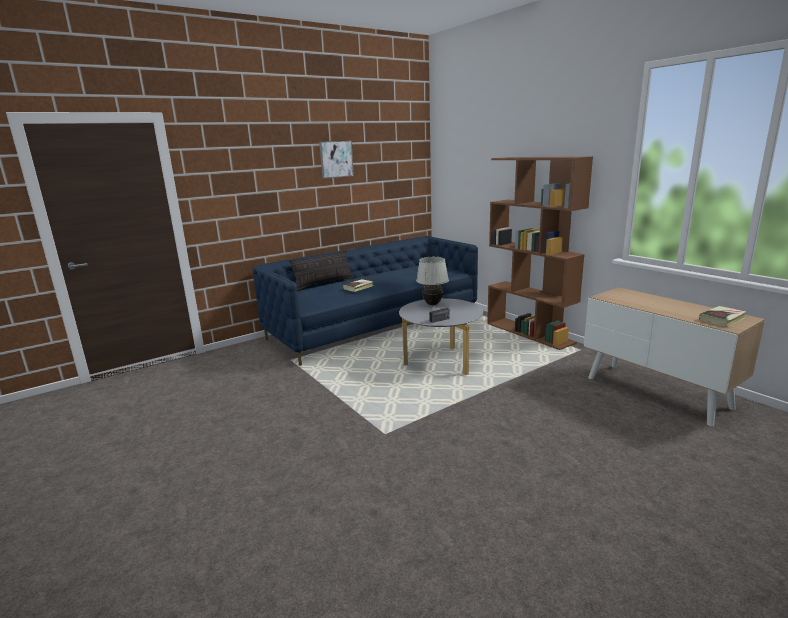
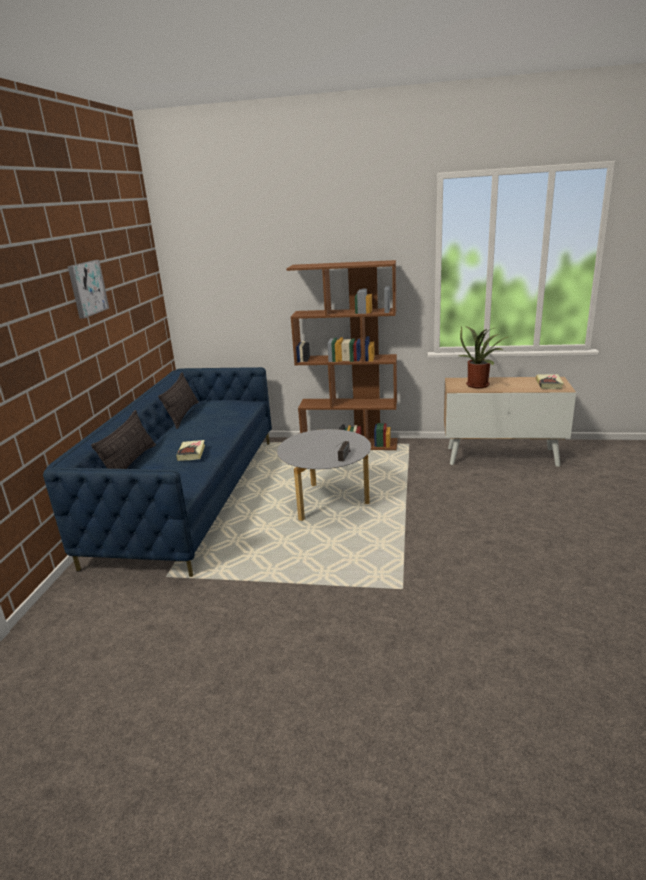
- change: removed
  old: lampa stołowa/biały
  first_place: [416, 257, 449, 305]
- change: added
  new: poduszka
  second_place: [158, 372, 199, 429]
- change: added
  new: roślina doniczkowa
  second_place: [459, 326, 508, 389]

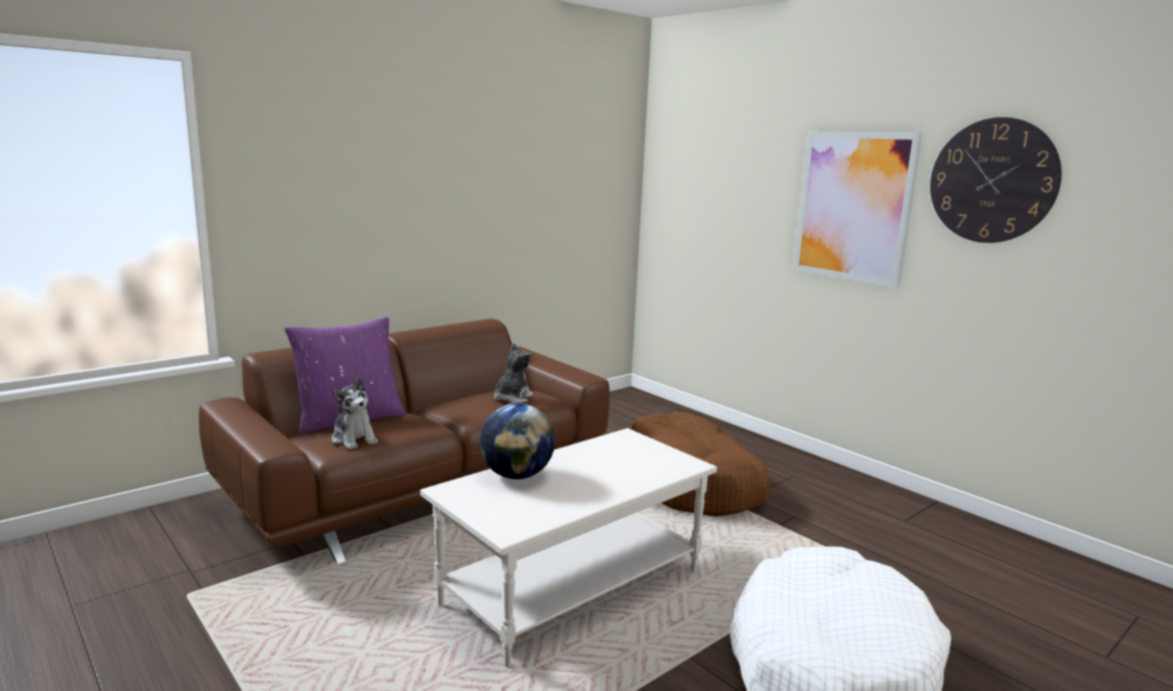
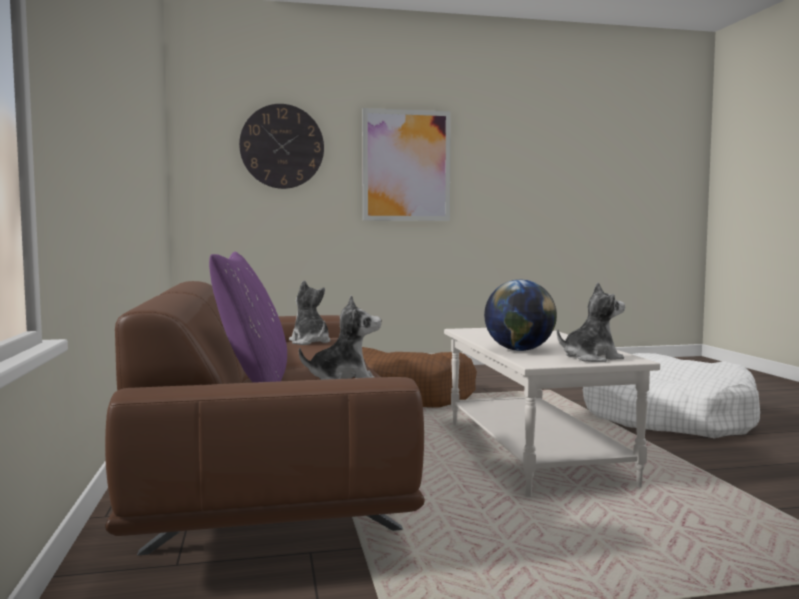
- change: added
  new: pluszak
  second_place: [557, 282, 625, 362]
- change: moved
  old: zegar ścienny
  first_place: [930, 117, 1062, 243]
  second_place: [239, 104, 324, 189]

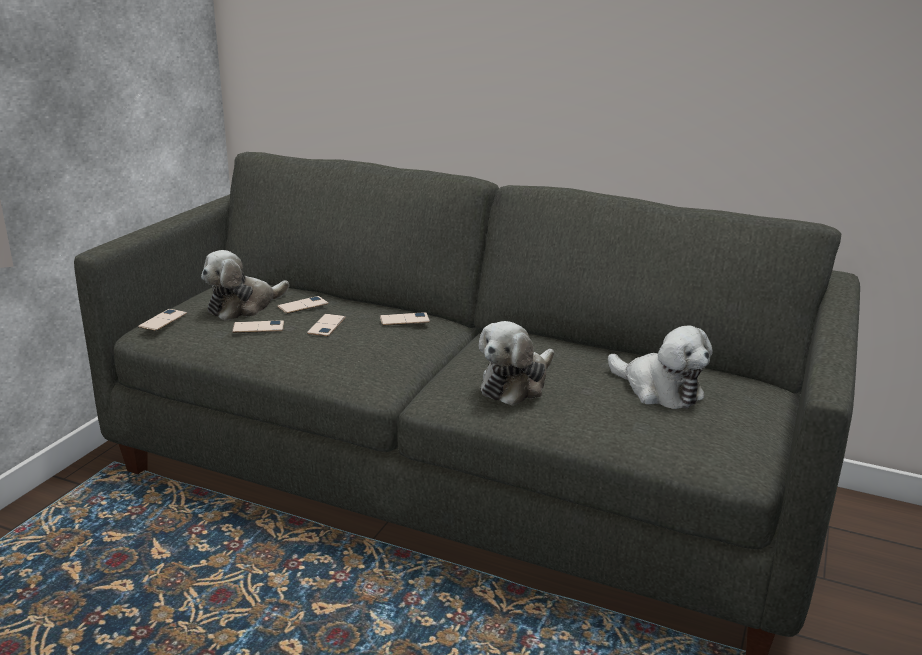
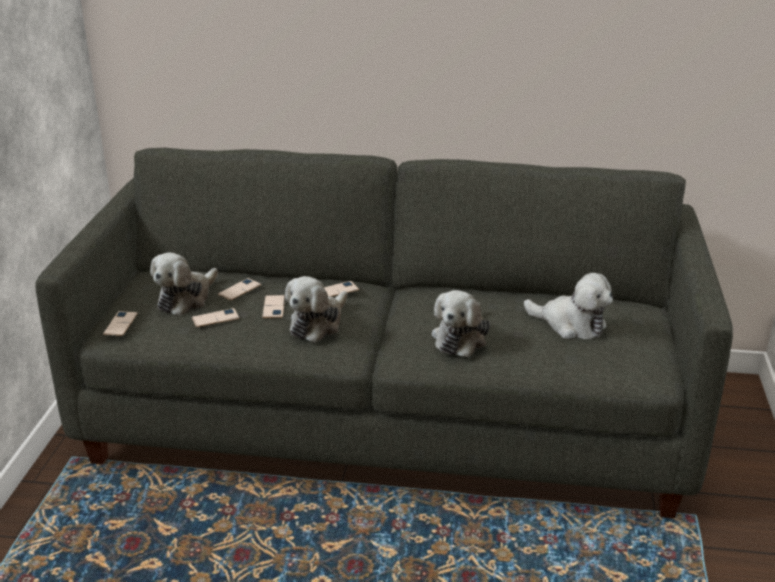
- change: added
  new: pluszak
  second_place: [285, 276, 347, 342]

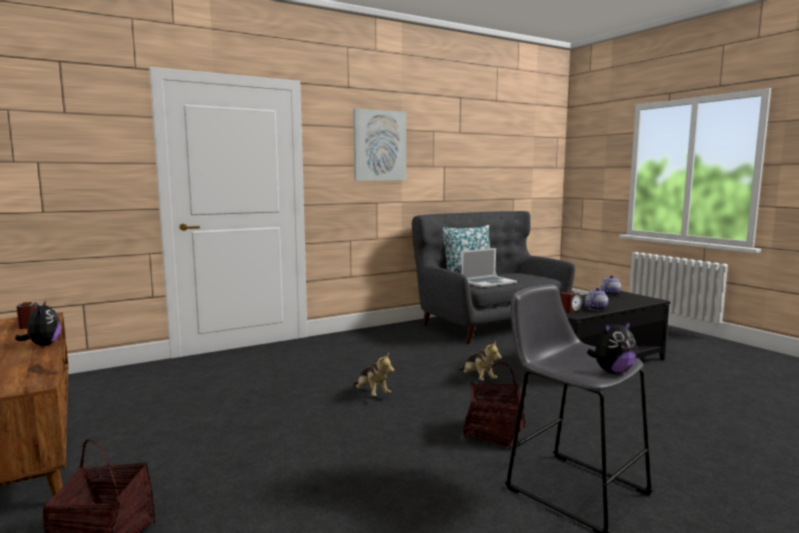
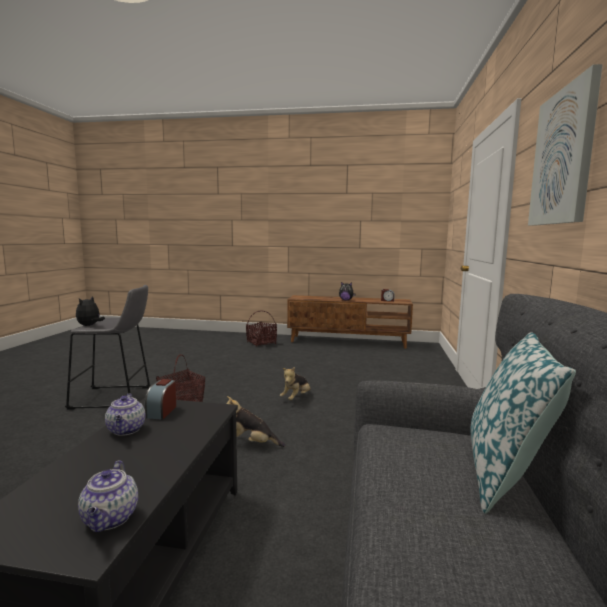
- change: removed
  old: laptop
  first_place: [460, 248, 517, 287]
- change: turned
  old: pluszak
  first_place: [353, 353, 394, 396]
  second_place: [280, 367, 311, 400]
  degrees: -60

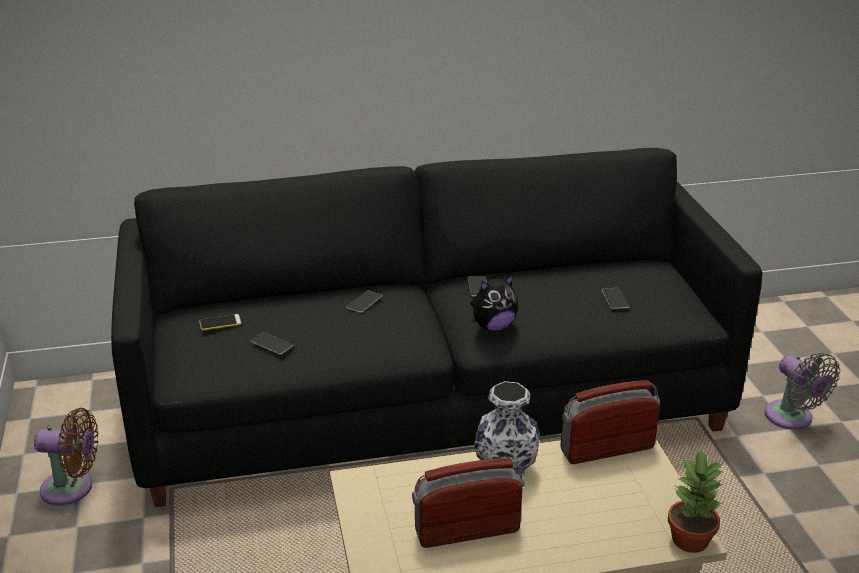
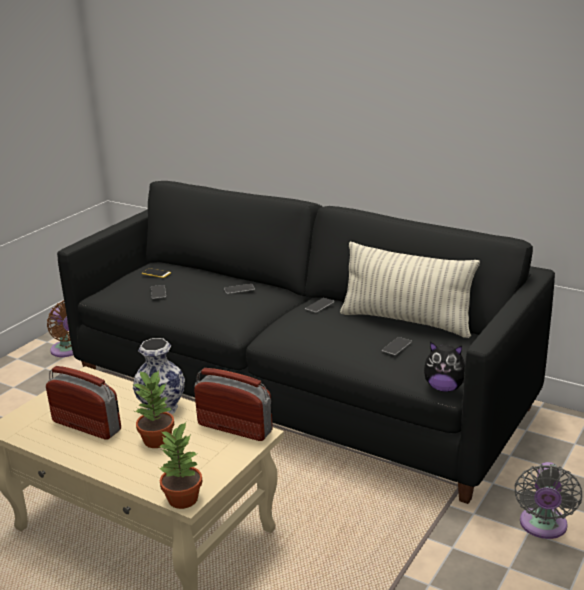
- change: added
  new: roślina doniczkowa
  second_place: [132, 370, 174, 448]
- change: added
  new: poduszka
  second_place: [340, 242, 480, 338]
- change: moved
  old: pluszak
  first_place: [470, 274, 518, 331]
  second_place: [424, 342, 465, 392]

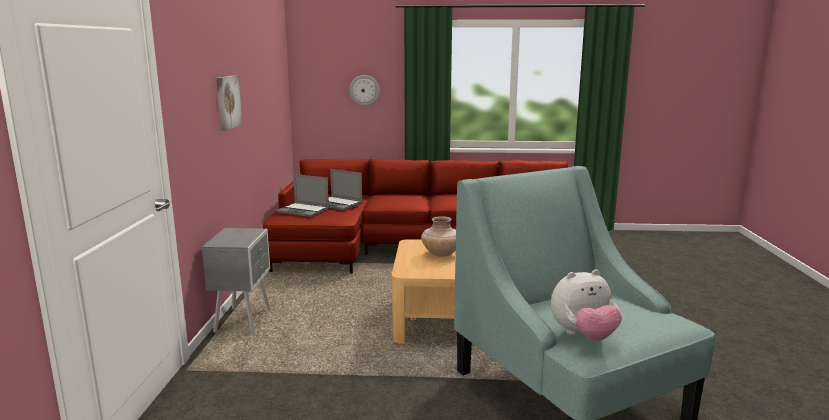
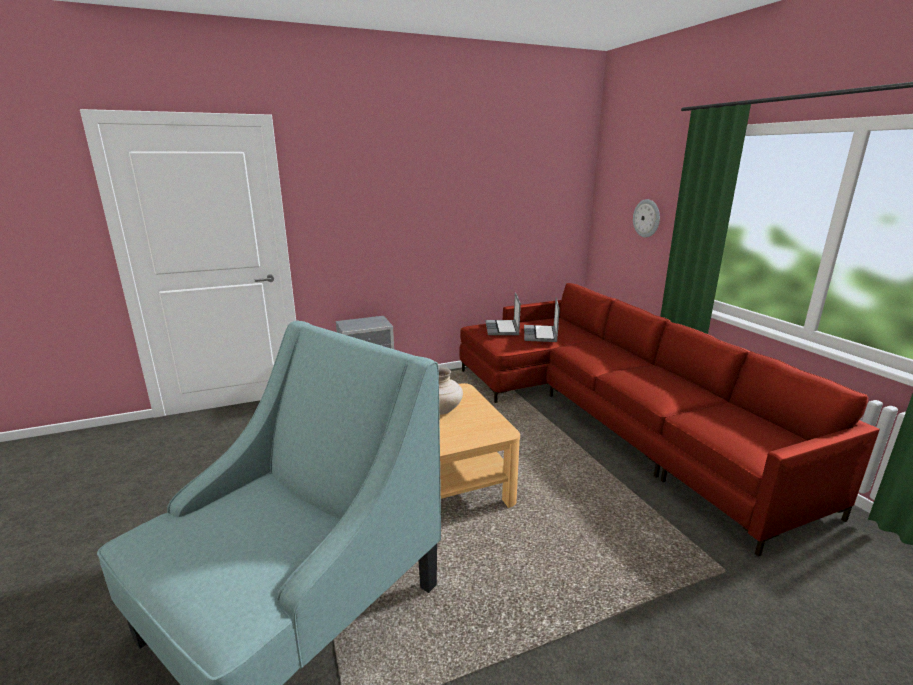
- change: removed
  old: obraz
  first_place: [216, 75, 242, 131]
- change: removed
  old: pluszak
  first_place: [551, 269, 622, 341]

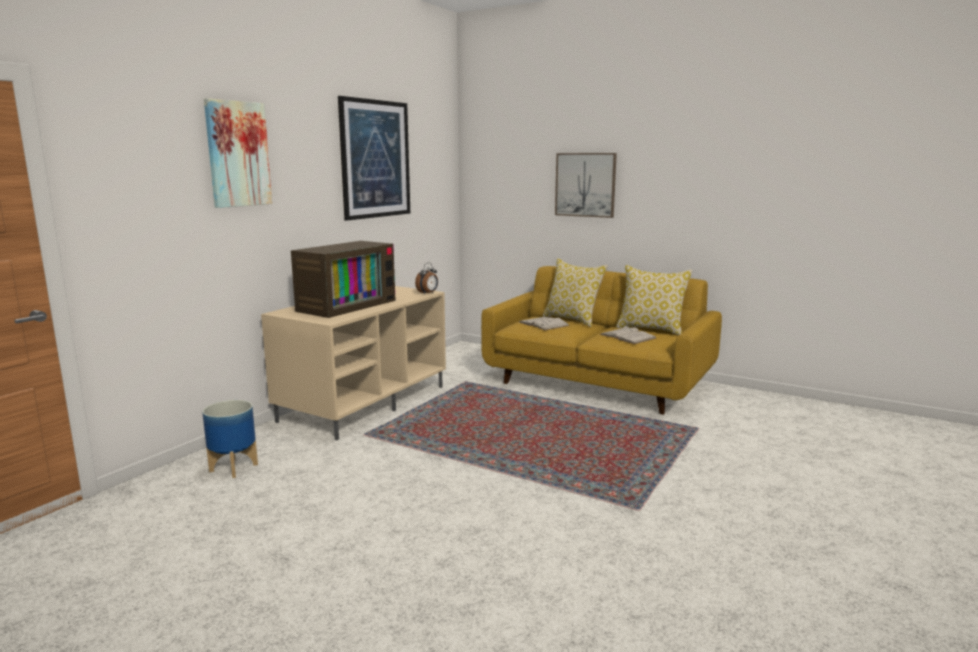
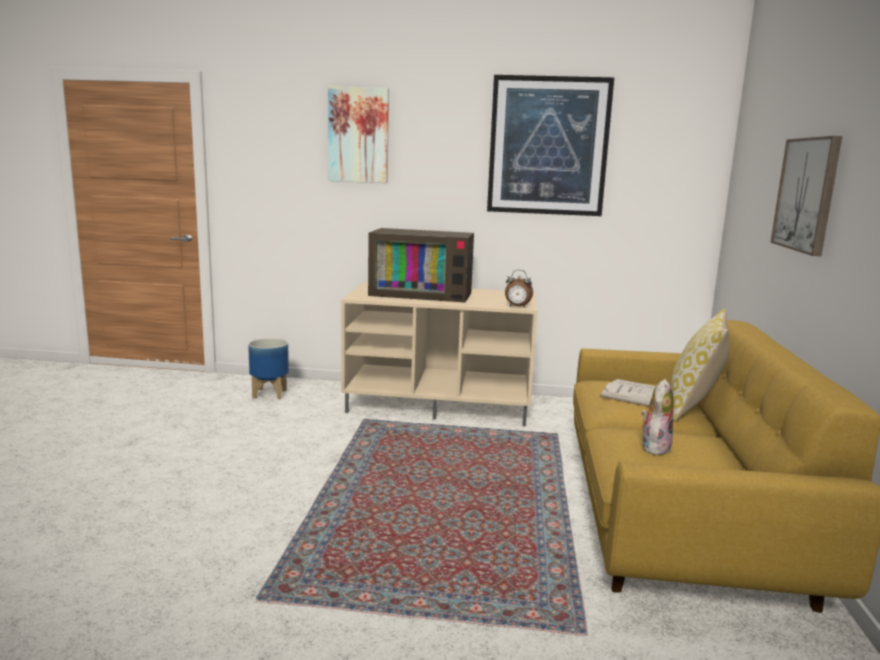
- change: removed
  old: poduszka
  first_place: [616, 265, 692, 335]
- change: replaced
  old: książka/biały
  new: pluszak
  first_place: [600, 326, 656, 344]
  second_place: [642, 379, 674, 455]

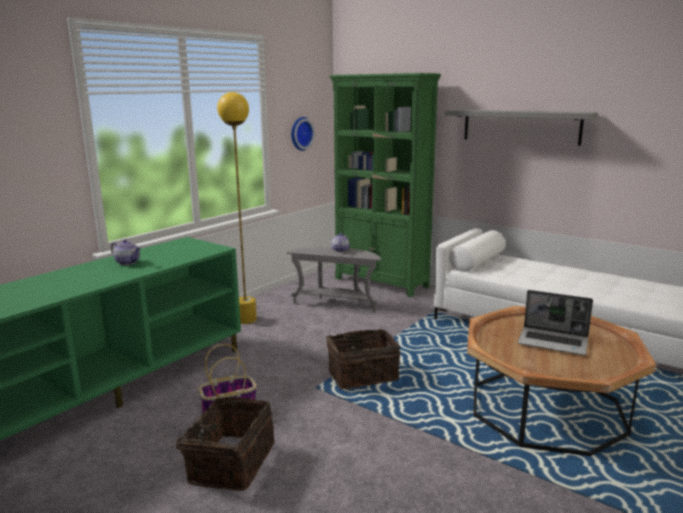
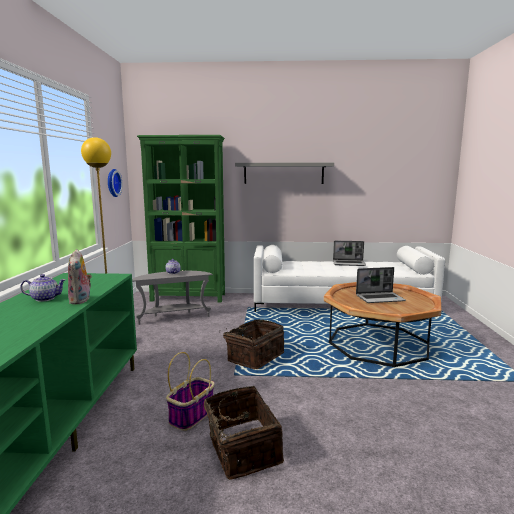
- change: added
  new: pluszak
  second_place: [68, 249, 92, 304]
- change: added
  new: laptop
  second_place: [333, 241, 366, 266]

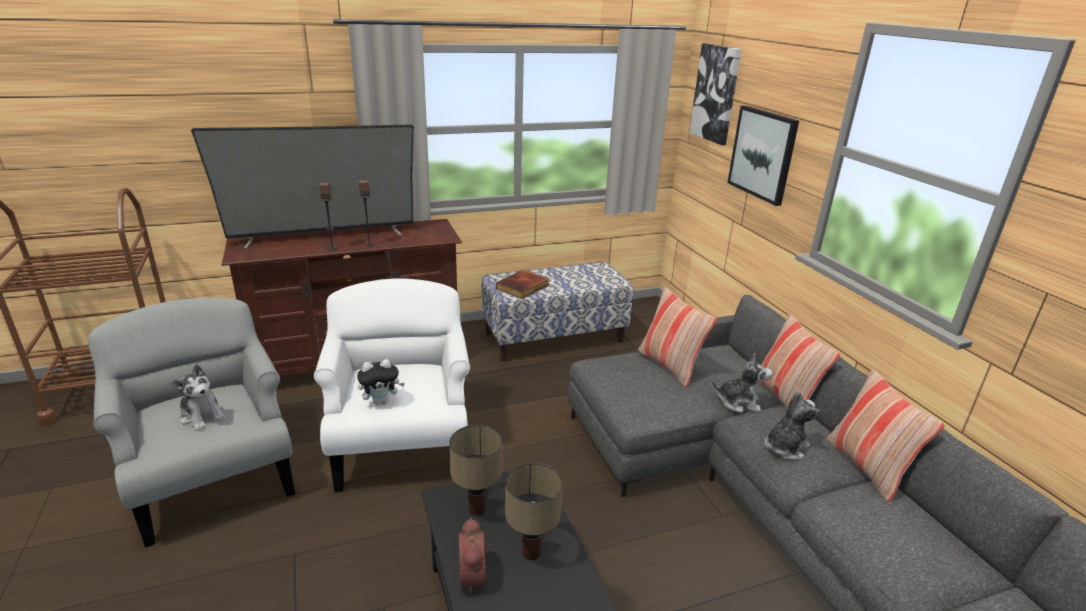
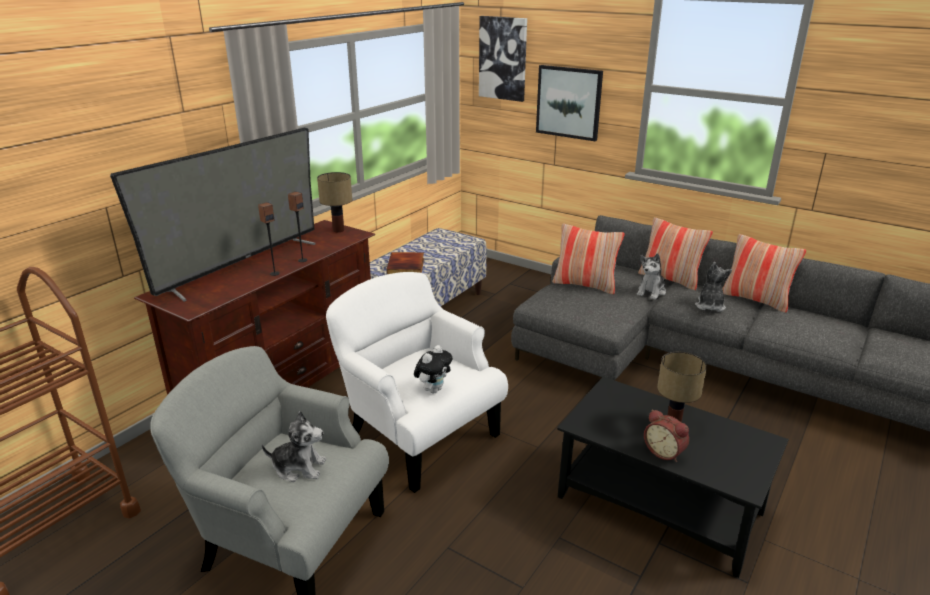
- change: moved
  old: lampa stołowa
  first_place: [450, 425, 503, 516]
  second_place: [317, 172, 352, 232]
- change: turned
  old: pluszak
  first_place: [712, 353, 773, 413]
  second_place: [637, 253, 666, 300]
  degrees: 150

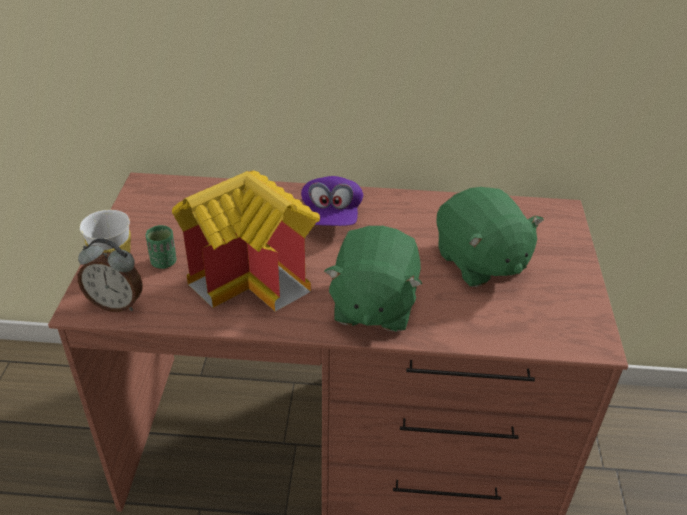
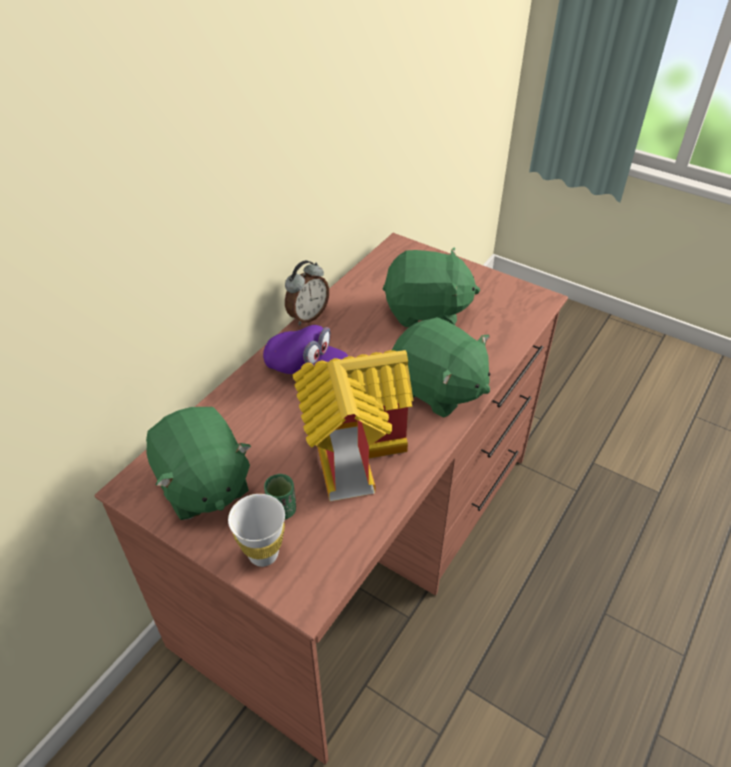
- change: added
  new: pluszak/zielony
  second_place: [146, 407, 251, 520]
- change: moved
  old: budzik
  first_place: [78, 238, 143, 312]
  second_place: [285, 260, 329, 325]

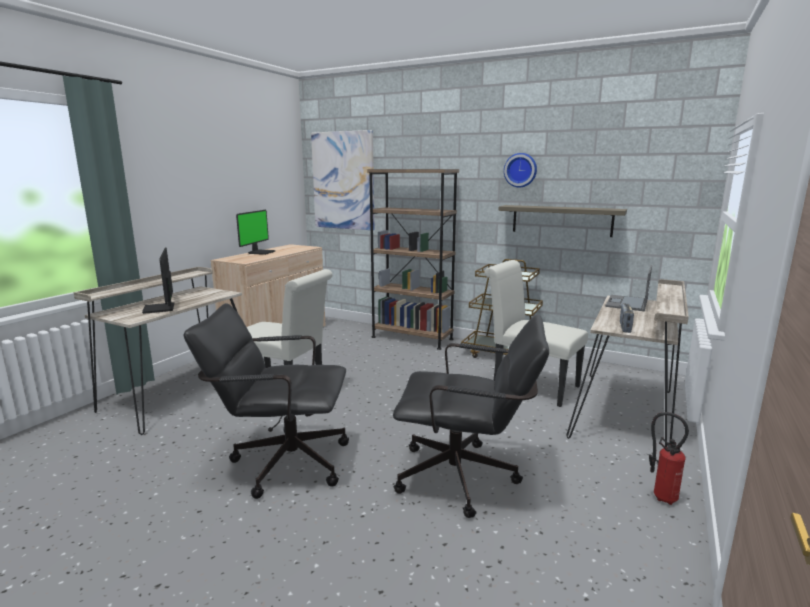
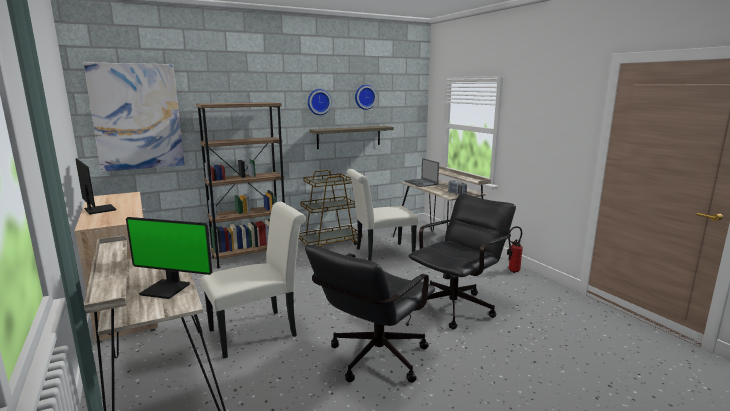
- change: added
  new: zegar ścienny
  second_place: [355, 85, 377, 110]

